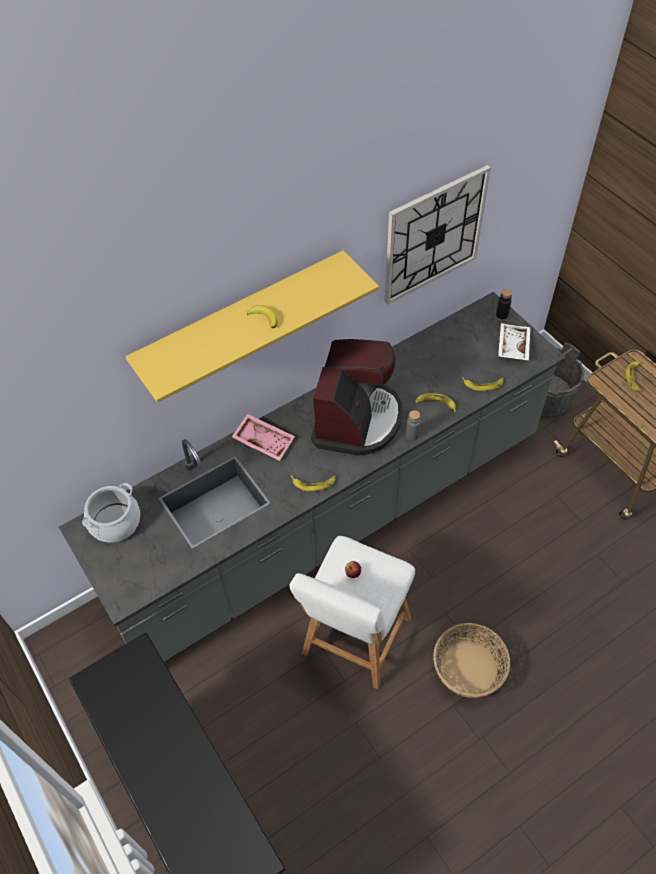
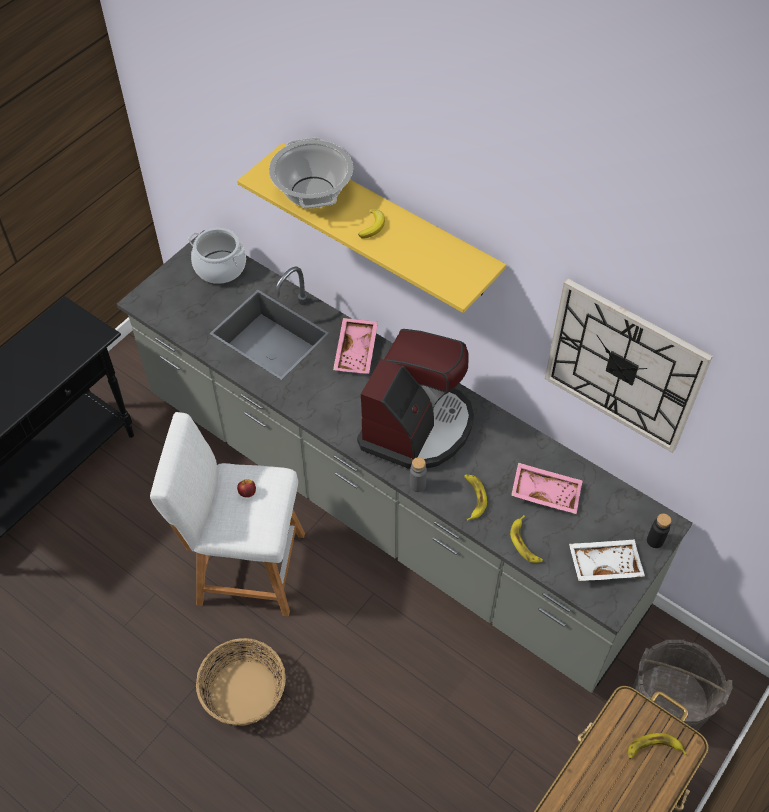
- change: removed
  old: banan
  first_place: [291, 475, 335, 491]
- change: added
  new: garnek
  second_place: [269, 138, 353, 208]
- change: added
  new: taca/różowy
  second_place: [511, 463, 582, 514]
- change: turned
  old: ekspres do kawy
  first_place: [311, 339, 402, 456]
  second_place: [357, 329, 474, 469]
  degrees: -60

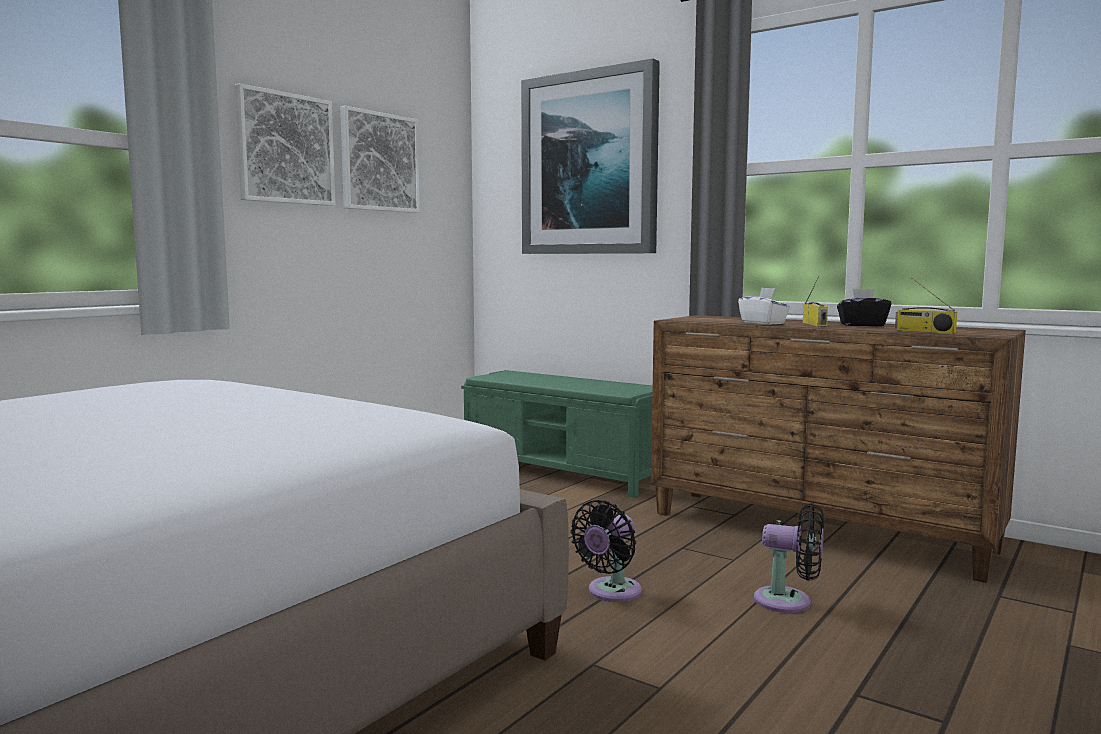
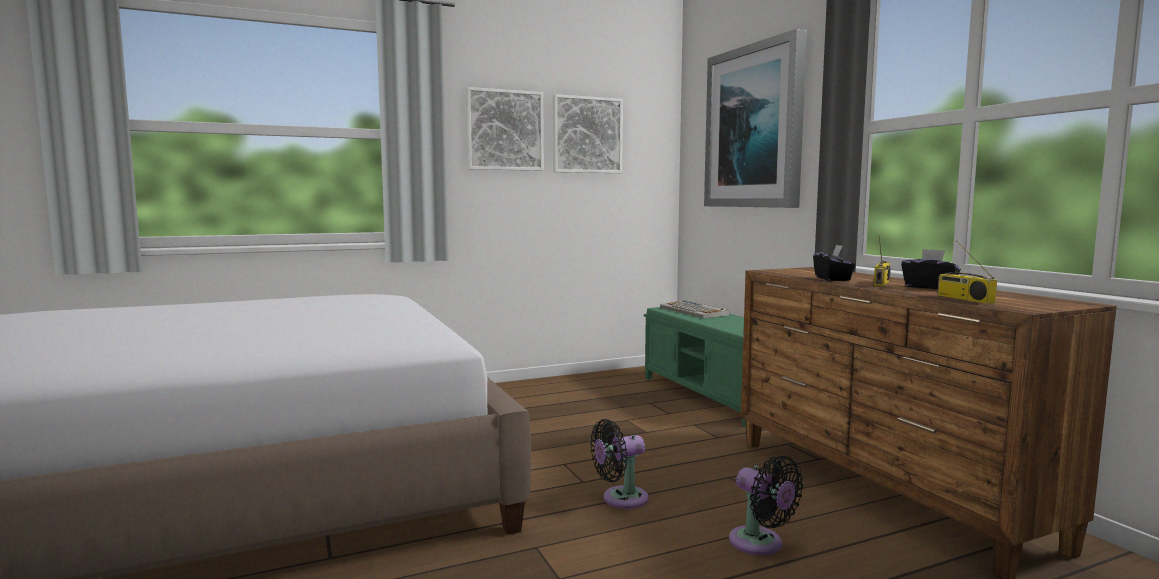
- change: added
  new: klawiatura
  second_place: [660, 300, 729, 318]
- change: recoloured
  old: pudełko chusteczek/biały
  new: pudełko chusteczek/czarny
  first_place: [738, 288, 790, 325]
  second_place: [813, 245, 856, 281]

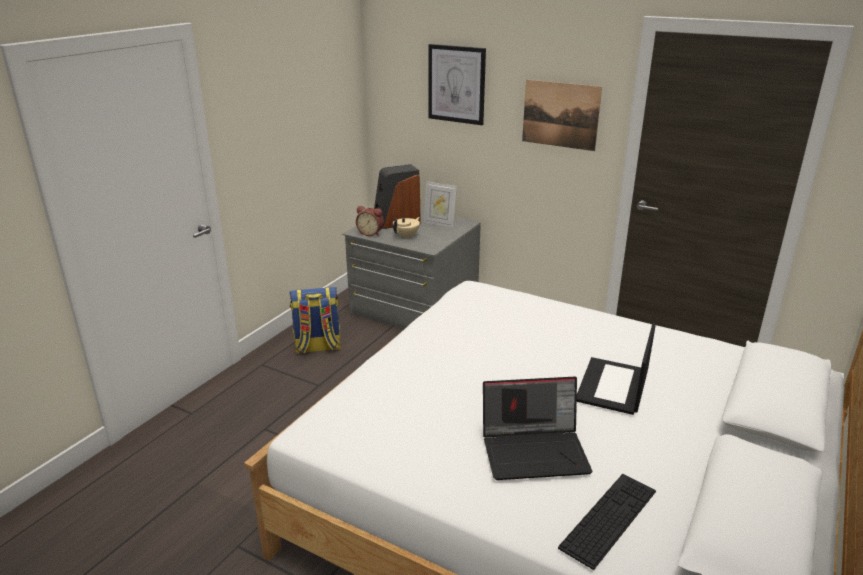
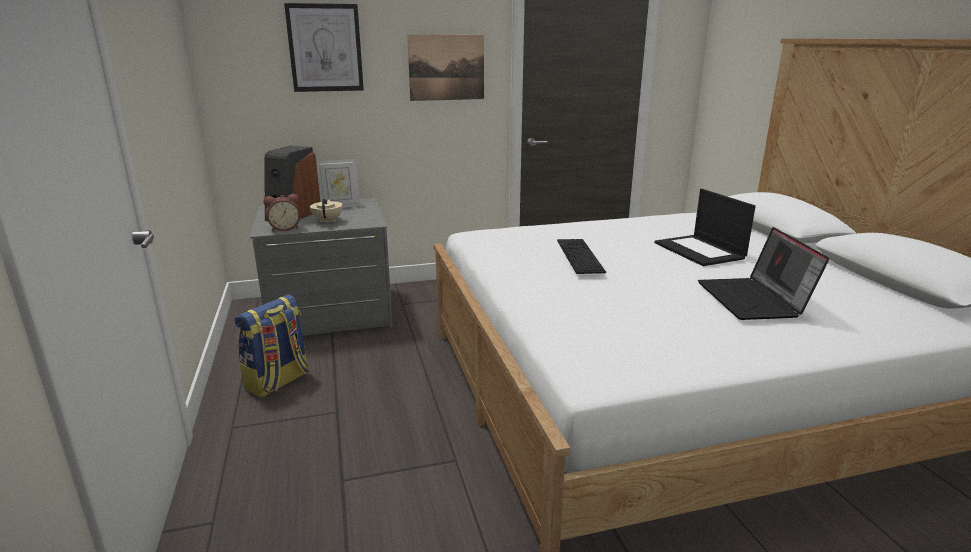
- change: moved
  old: klawiatura
  first_place: [558, 474, 656, 570]
  second_place: [557, 239, 606, 274]
- change: turned
  old: laptop
  first_place: [483, 377, 592, 480]
  second_place: [698, 227, 829, 320]
  degrees: 135

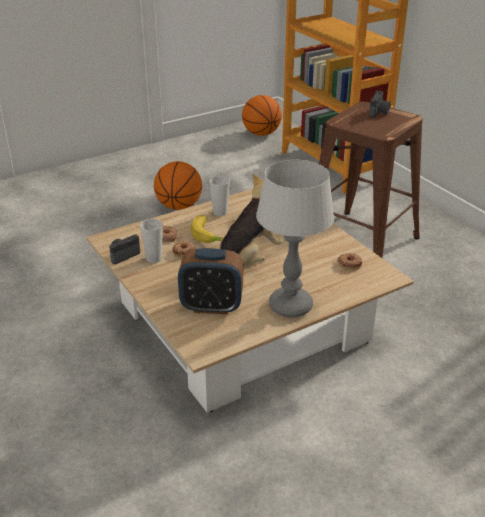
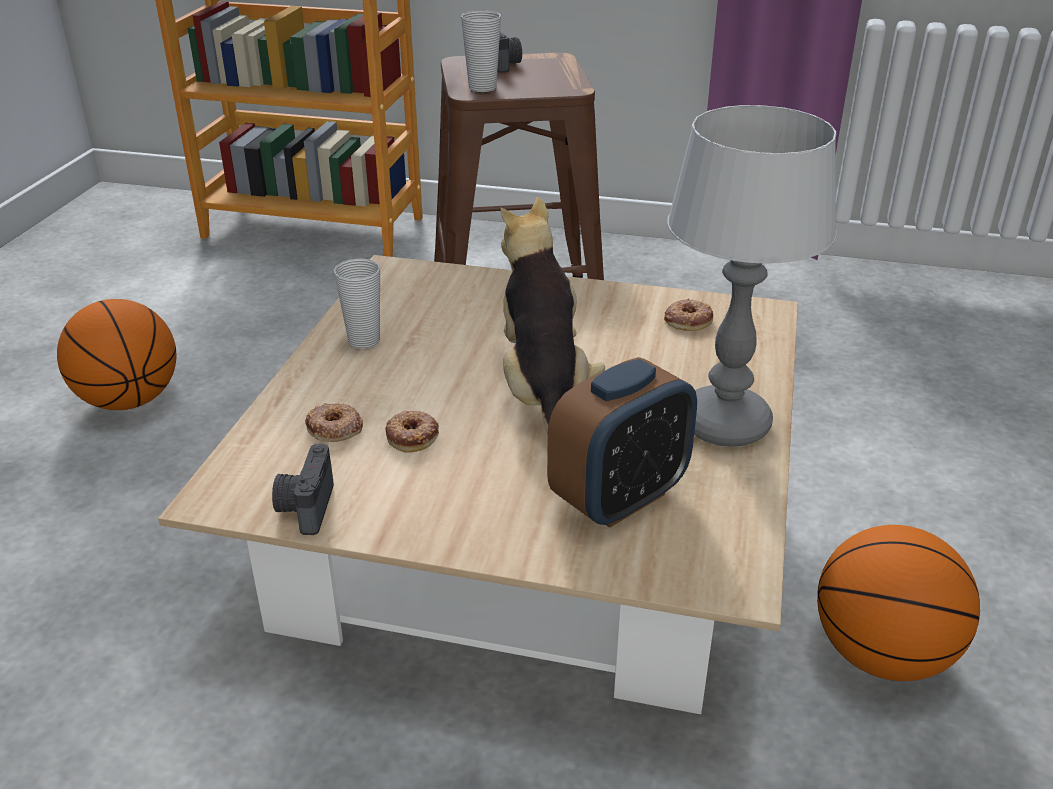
- change: removed
  old: banan
  first_place: [191, 215, 223, 243]
- change: moved
  old: filiżanka
  first_place: [140, 219, 163, 263]
  second_place: [461, 10, 501, 92]
- change: moved
  old: piłka do koszykówki
  first_place: [242, 95, 282, 136]
  second_place: [817, 525, 980, 681]

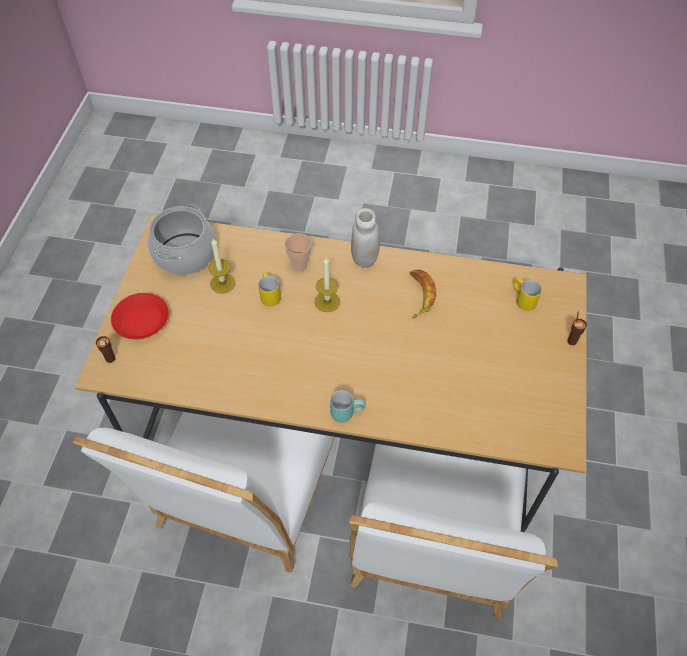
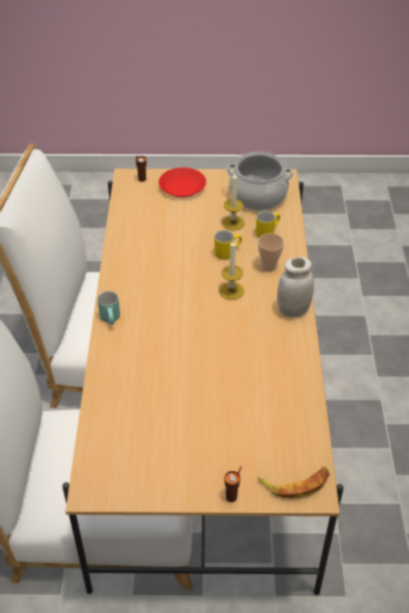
- change: moved
  old: banan
  first_place: [410, 269, 436, 318]
  second_place: [257, 467, 330, 499]
- change: moved
  old: kubek/żółty
  first_place: [514, 278, 542, 311]
  second_place: [256, 211, 280, 238]

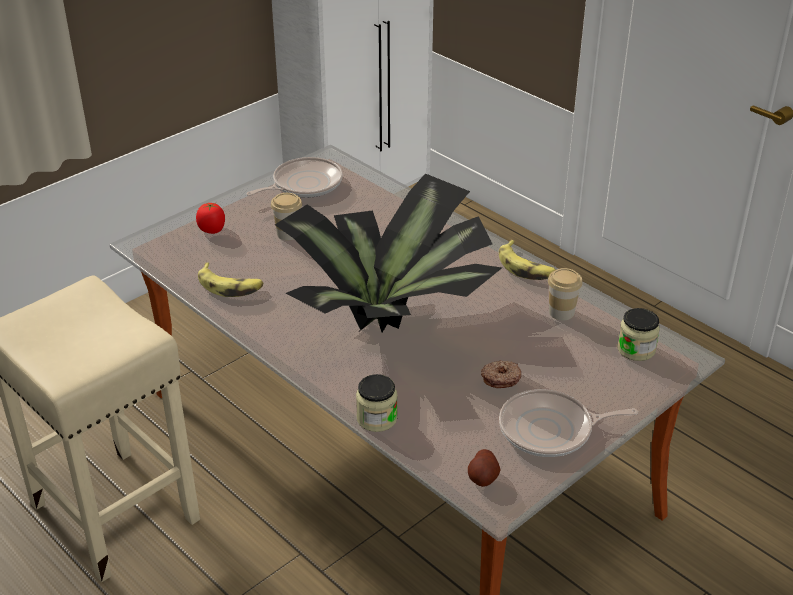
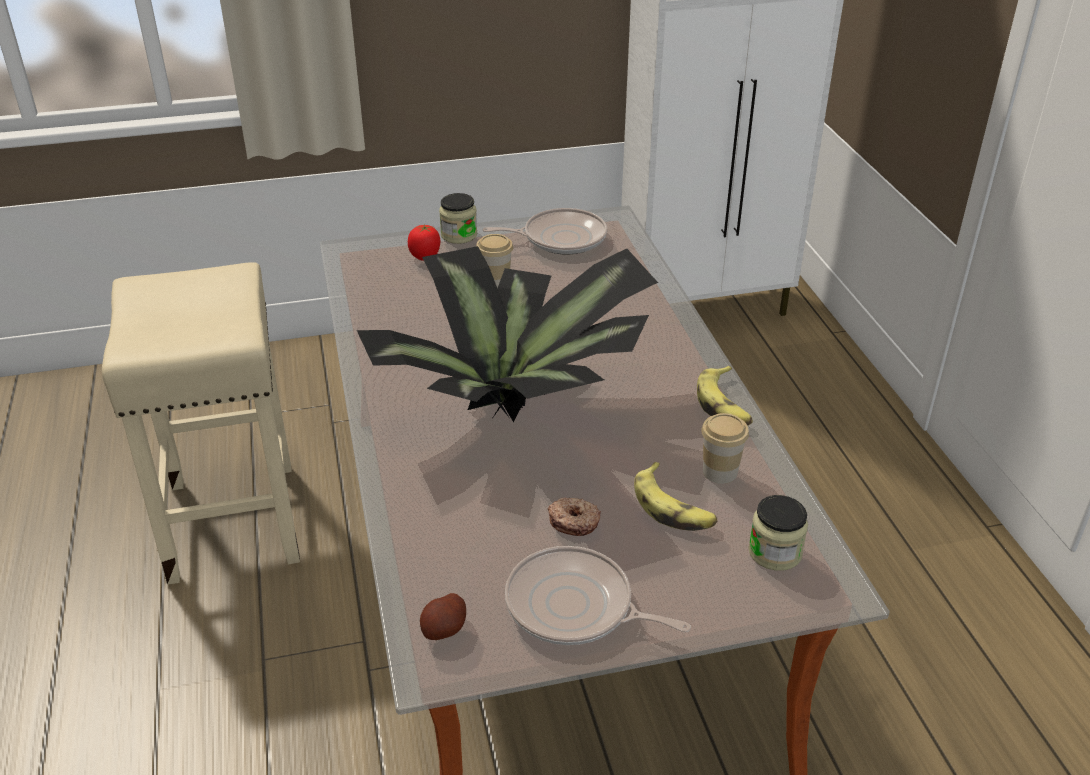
- change: moved
  old: banan
  first_place: [198, 262, 263, 297]
  second_place: [634, 462, 717, 531]
- change: moved
  old: słoik
  first_place: [356, 374, 397, 432]
  second_place: [439, 193, 477, 244]

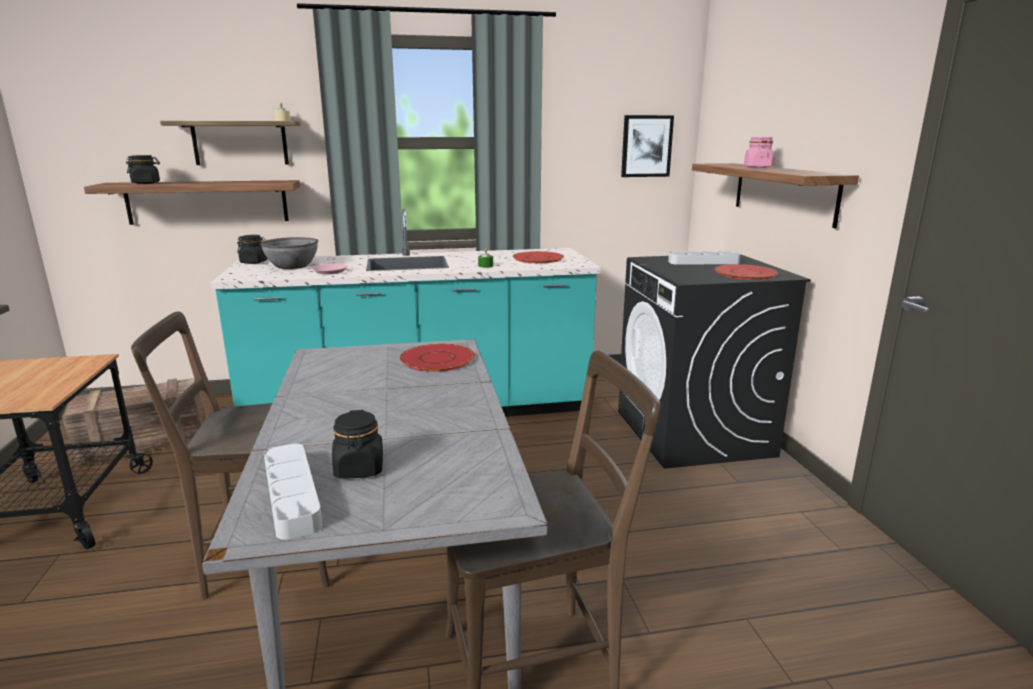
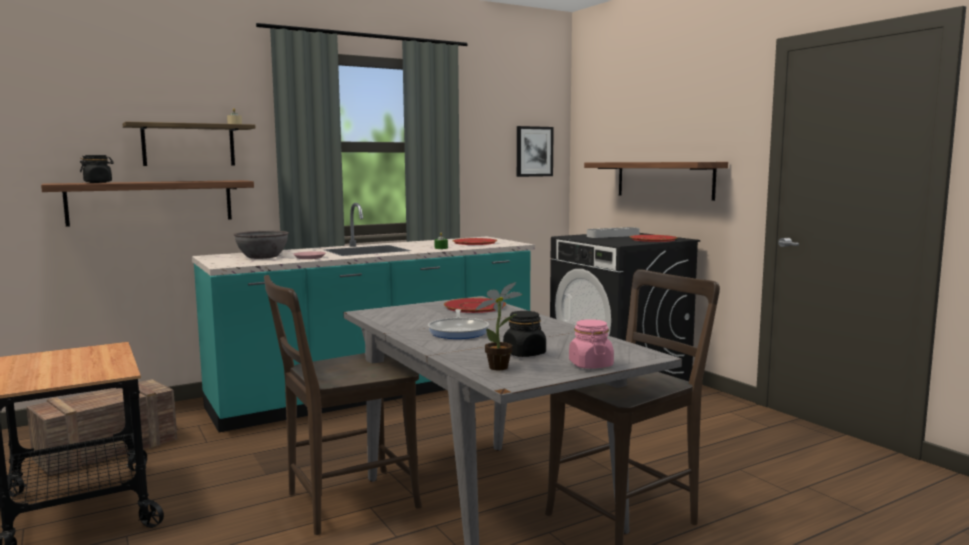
- change: removed
  old: słoik/czarny
  first_place: [237, 235, 268, 264]
- change: added
  new: patelnia
  second_place: [428, 309, 489, 339]
- change: moved
  old: słoik/różowy
  first_place: [744, 137, 775, 168]
  second_place: [569, 319, 614, 369]
- change: replaced
  old: taca/szary
  new: roślina doniczkowa
  first_place: [264, 444, 322, 540]
  second_place: [475, 282, 522, 370]

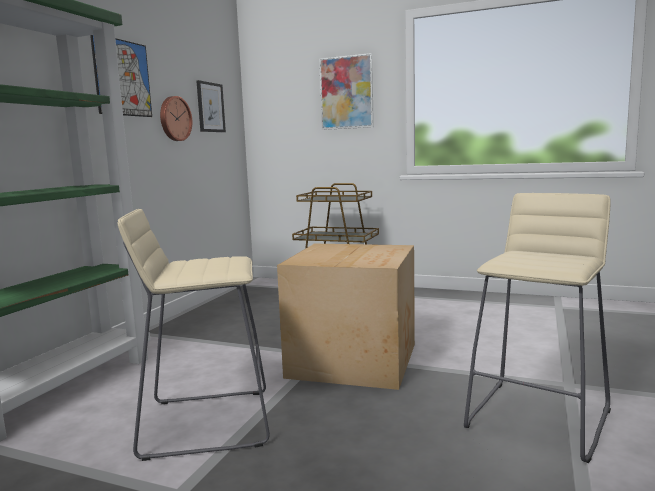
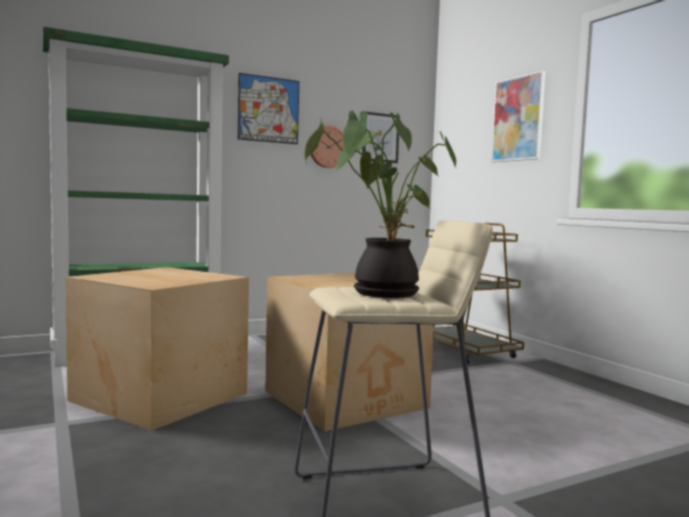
- change: added
  new: roślina doniczkowa
  second_place: [305, 110, 456, 298]
- change: replaced
  old: stołek/beżowy
  new: karton
  first_place: [118, 209, 270, 461]
  second_place: [66, 267, 249, 431]

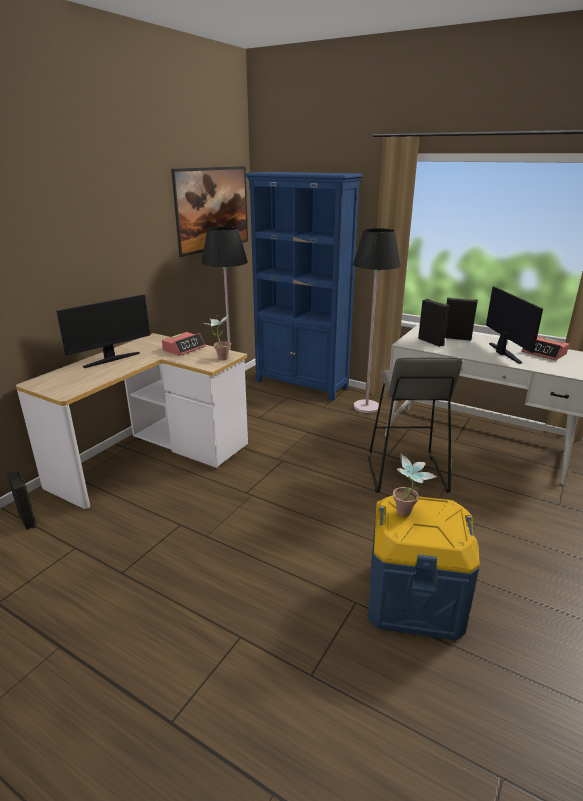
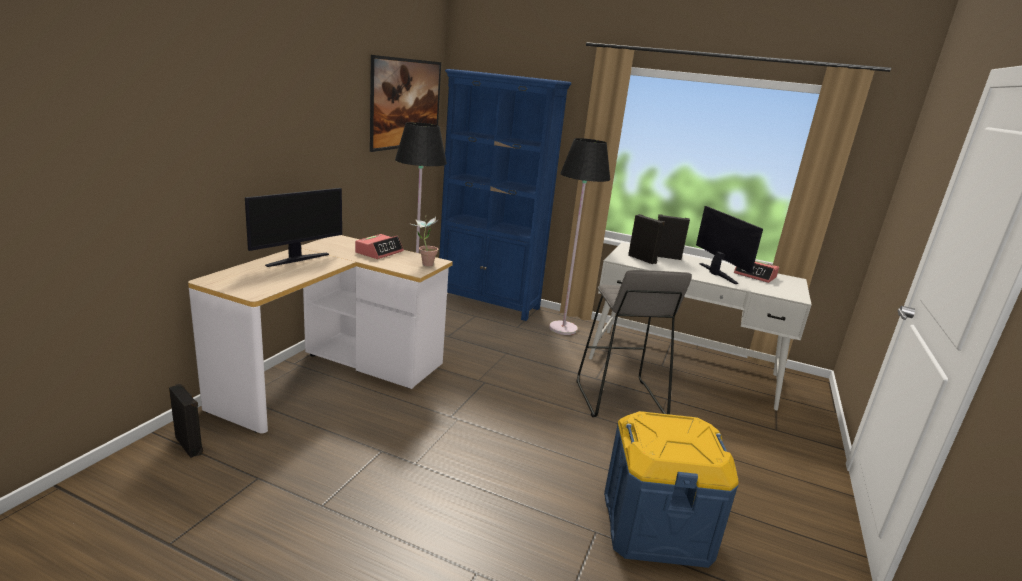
- change: removed
  old: roślina doniczkowa
  first_place: [393, 454, 437, 517]

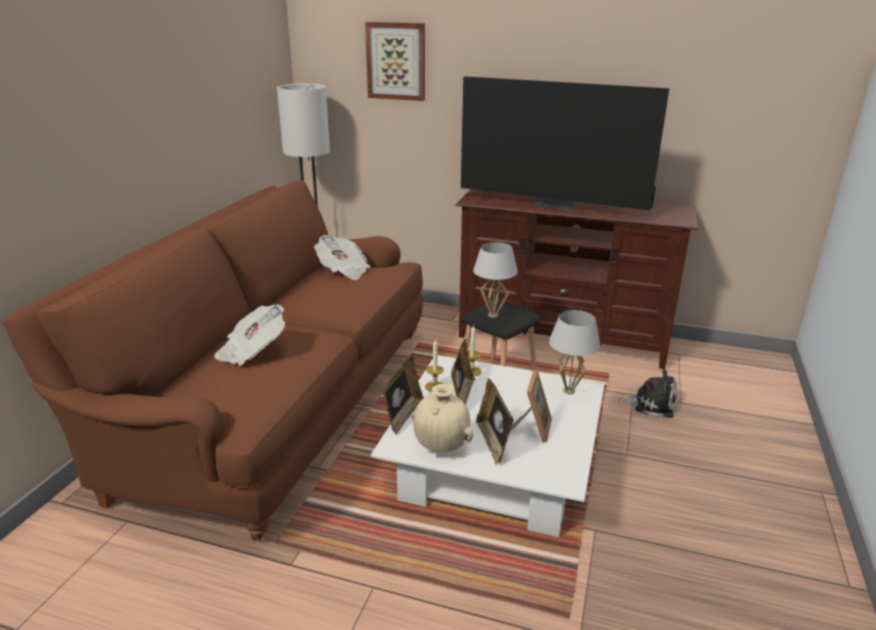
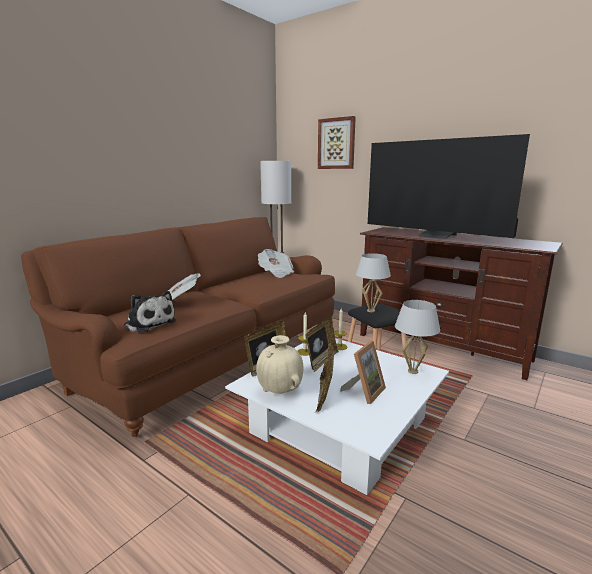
- change: moved
  old: pluszak
  first_place: [618, 369, 678, 418]
  second_place: [124, 291, 176, 333]

